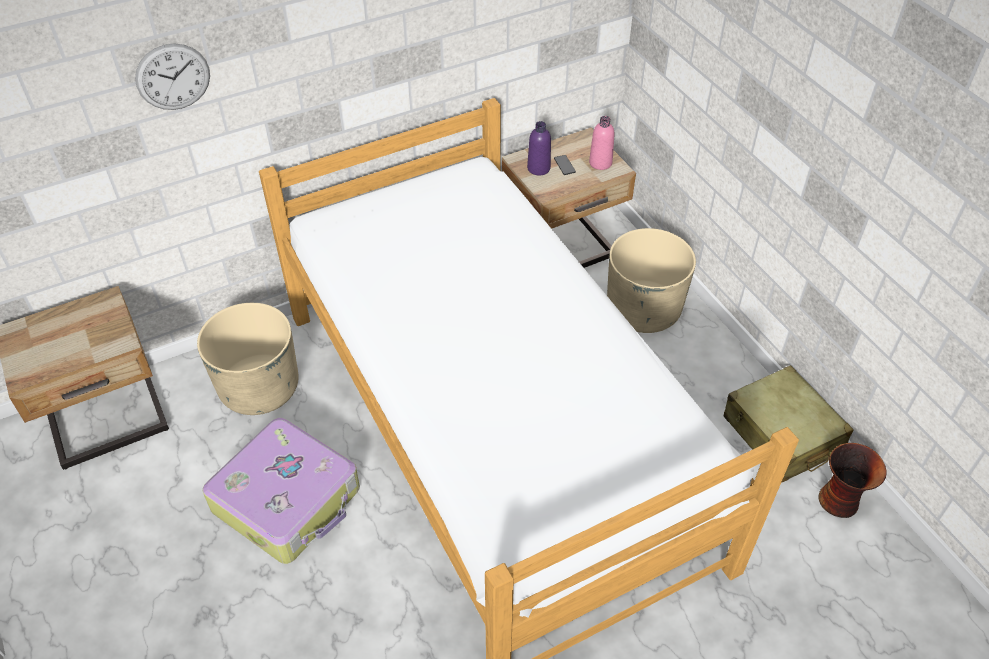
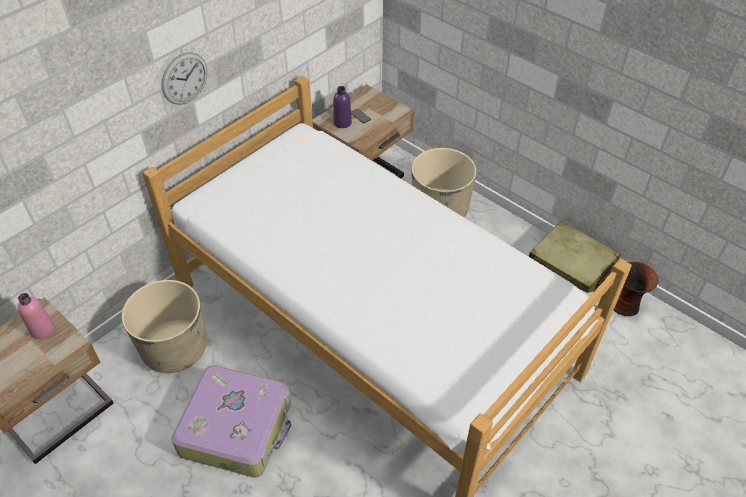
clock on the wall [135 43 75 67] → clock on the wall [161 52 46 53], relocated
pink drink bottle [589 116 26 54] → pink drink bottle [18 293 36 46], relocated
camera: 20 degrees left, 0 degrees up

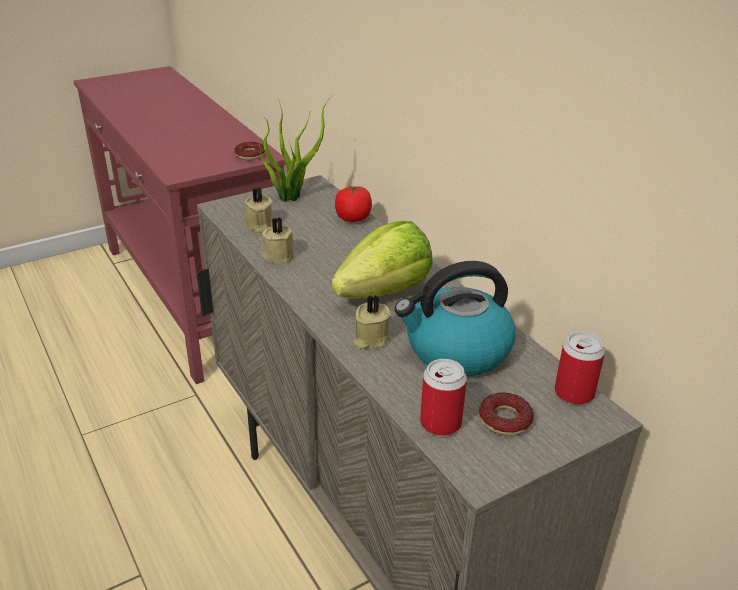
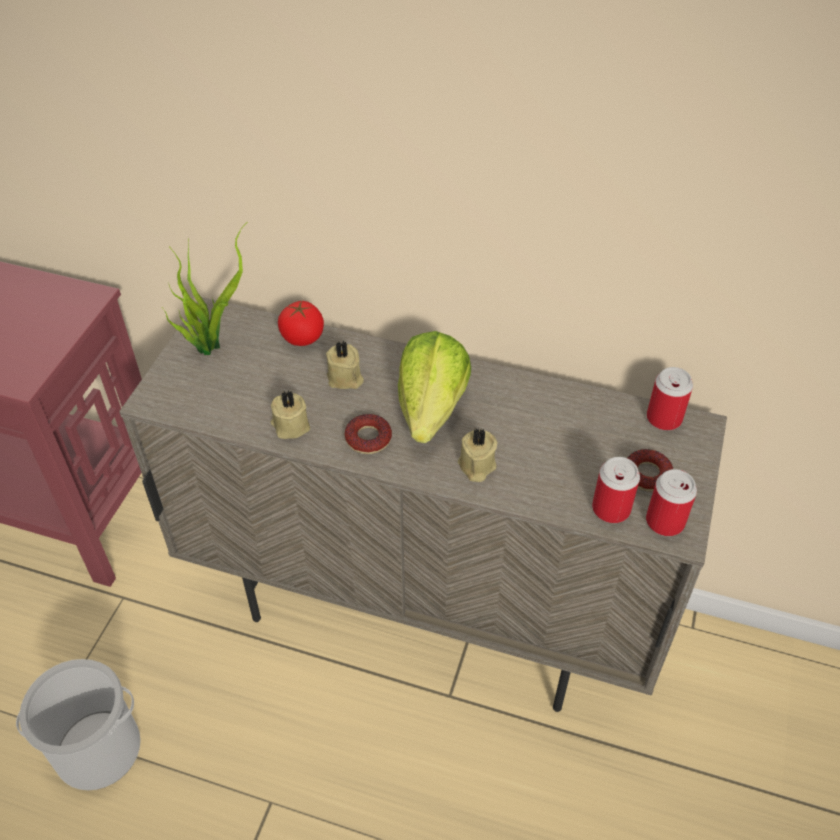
ring doughnut [234 142 31 18] → ring doughnut [344 414 48 40], relocated
sand-coloured wax candle [244 188 29 45] → sand-coloured wax candle [326 341 38 48], relocated
kettle [394 261 122 115] → -
- → pail [16 659 125 131]
- → sealed can [646 469 51 67]
camera: 40 degrees left, 15 degrees up

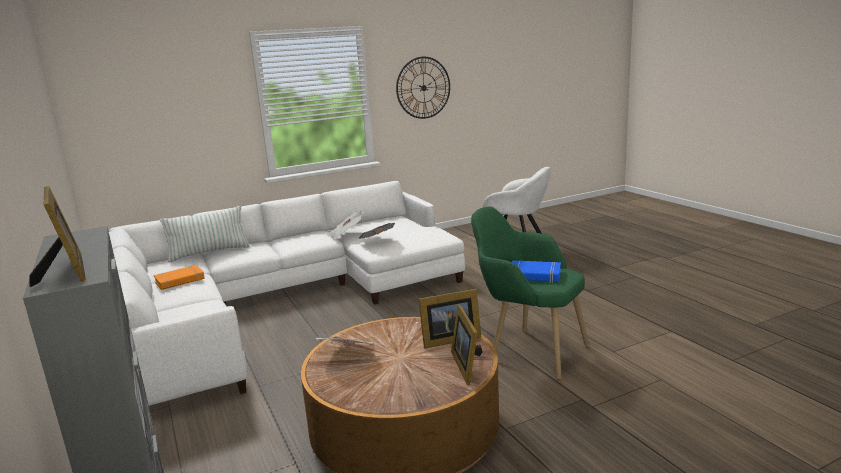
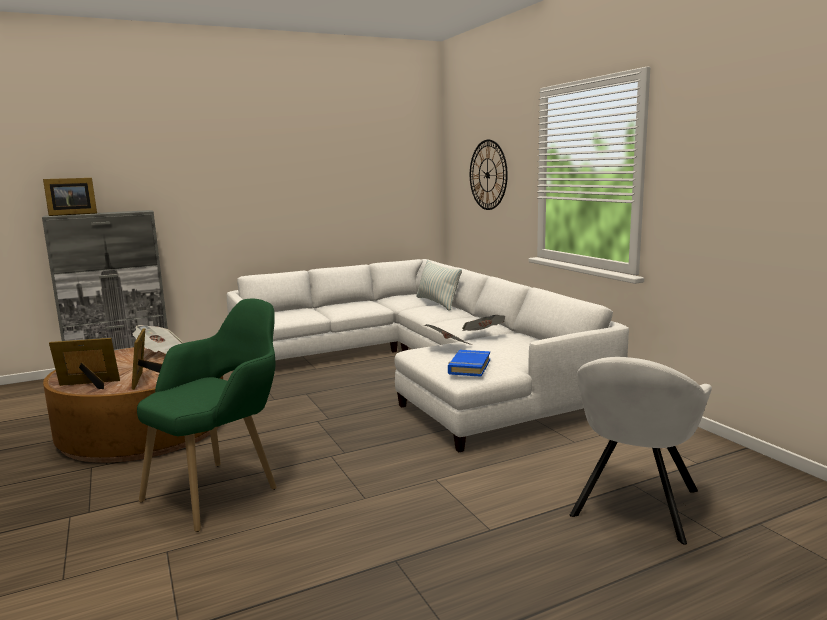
orange-coloured bound book [153 265 52 25] → -
clock on the wall [396 57 54 62] → clock on the wall [470 140 38 70], relocated
blue-coloured bound book [512 260 49 23] → blue-coloured bound book [448 350 42 27], relocated
camera: 90 degrees right, 5 degrees down

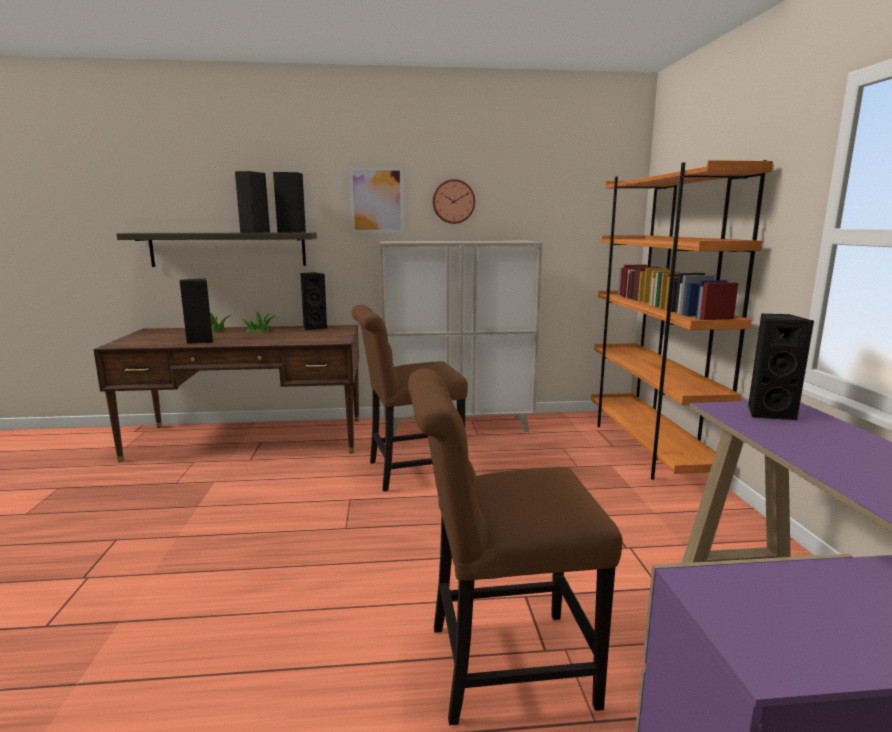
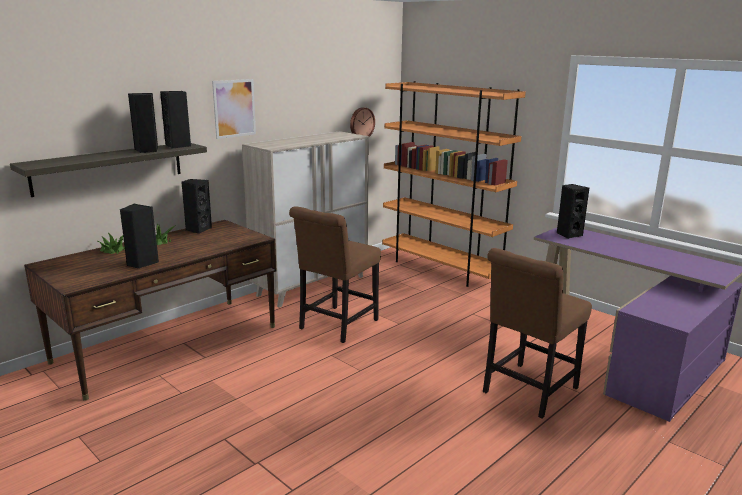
clock on the wall [433 179 42 45] → clock on the wall [350 107 25 30], relocated
camera: 40 degrees left, 5 degrees up

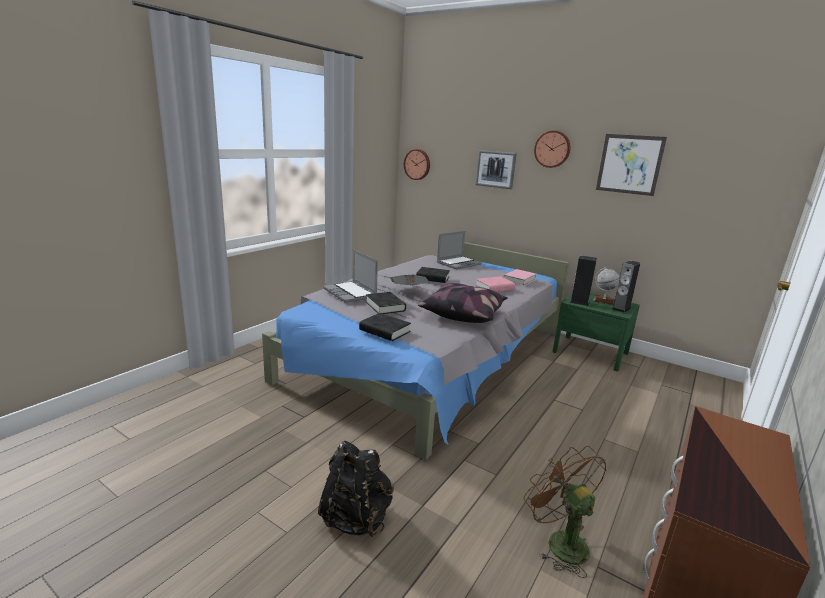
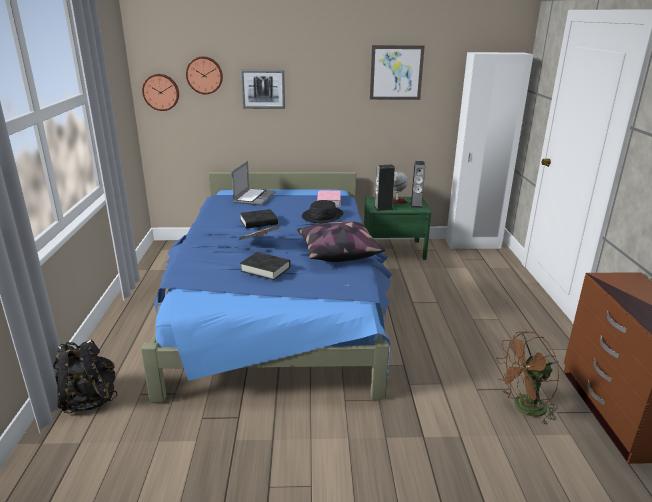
grey bedroom bed [262 238 307 222] → blue-coloured bedroom bed [141 172 252 231]
black rucksack [318 441 76 96] → black rucksack [53 339 65 75], relocated
portable computer [323 249 55 54] → -
black bound book [359 313 52 28] → -
pink bound book [475 276 40 16] → black wearable hat [302 200 41 23]
brownish electric fan [523 446 83 132] → brownish electric fan [496 331 63 95], 45 degrees counterclockwise
clock on the wall [534 131 37 37] → clock on the wall [186 57 37 37], relocated
- → white-coloured armoire [446 52 87 197]
camera: 35 degrees left, 5 degrees up

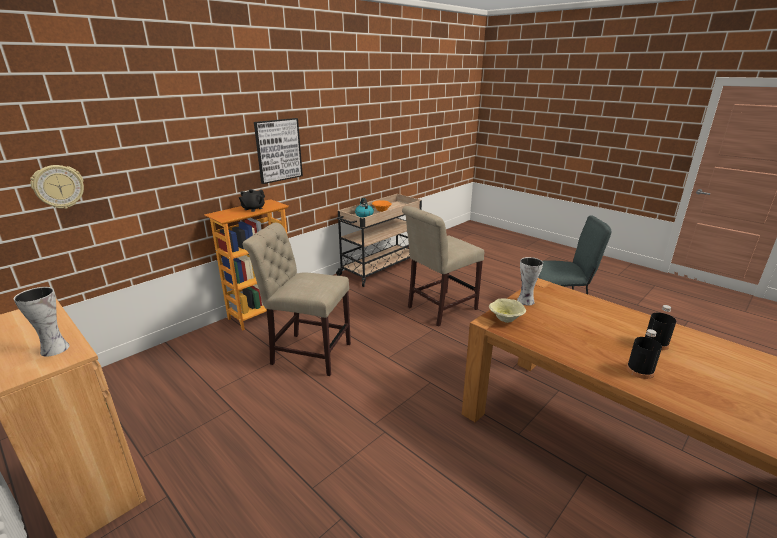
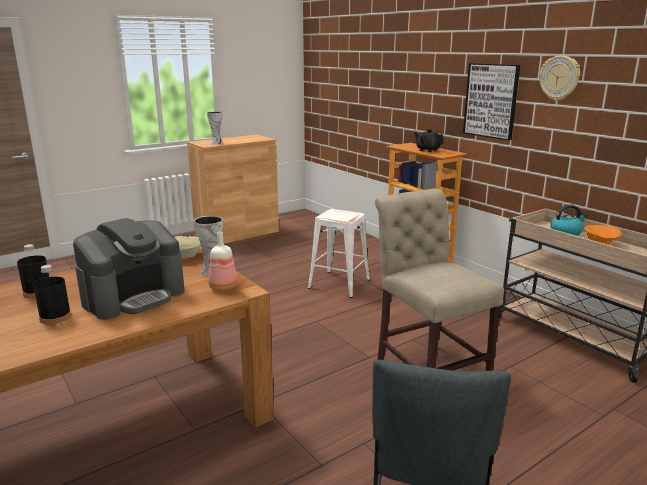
clock on the wall [30 165 54 44] → clock on the wall [540 55 40 46], relocated
sand-coloured chair [243 223 108 153] → white-coloured sitting stool [308 209 62 89]
- → coffee machine [73 218 111 102]
- → drink bottle [208 232 29 59]
camera: 100 degrees right, 5 degrees down

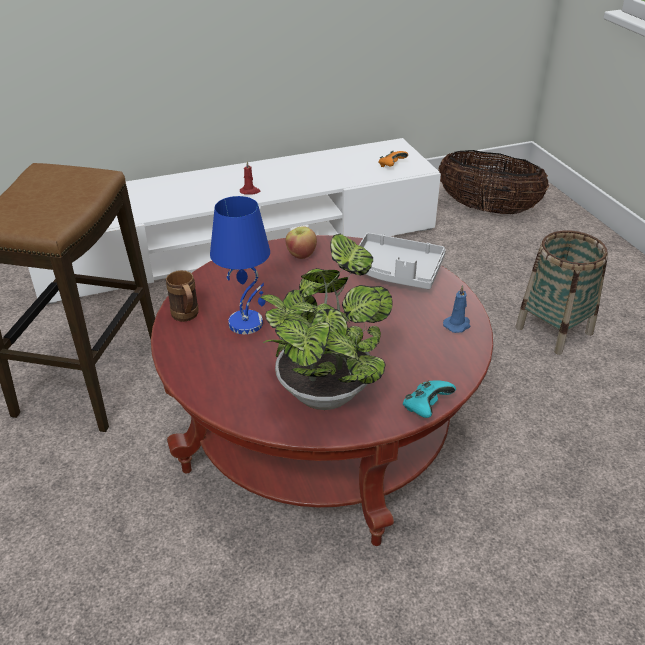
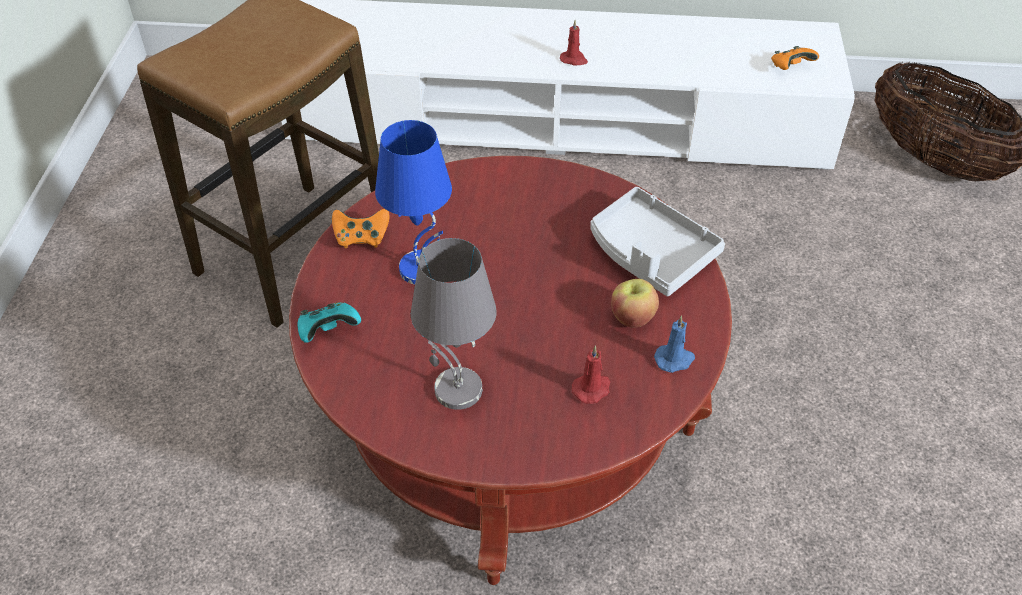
brownish coffee mug [166 270 33 52] → orange-coloured joypad [332 209 57 39]
houseplant [260 234 133 176] → grey table lamp [411 238 86 172]
apple fruit [285 227 32 32] → apple fruit [611 279 48 49], relocated
blue-green joypad [403 380 53 38] → blue-green joypad [297 302 64 41], relocated
basket [515 231 93 124] → -
- → red wax candle [572 345 38 59]
camera: 25 degrees right, 10 degrees up

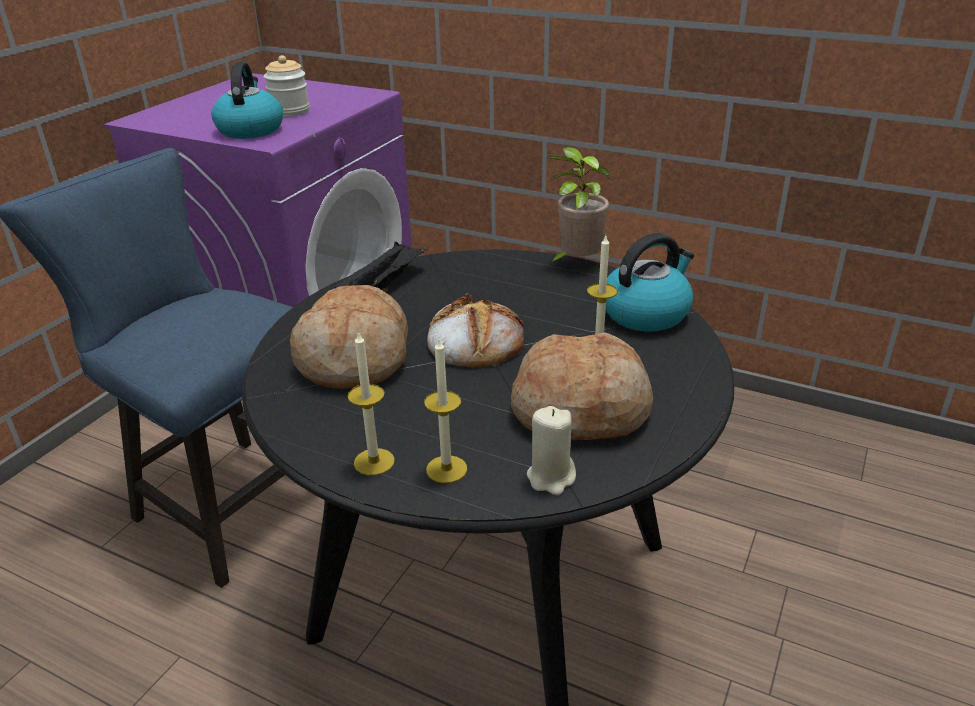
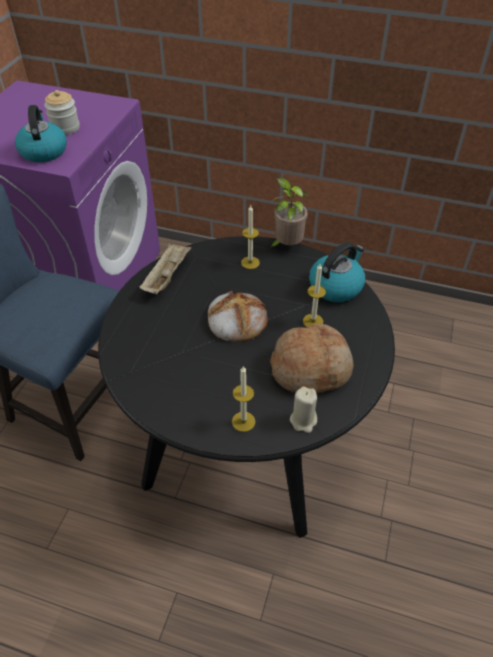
bread [290 285 118 104] → -
black tray [334 241 94 51] → sand-coloured tray [139 243 53 51]
wax candle [348 331 47 144] → wax candle [241 206 19 63], relocated
camera: 10 degrees left, 15 degrees up

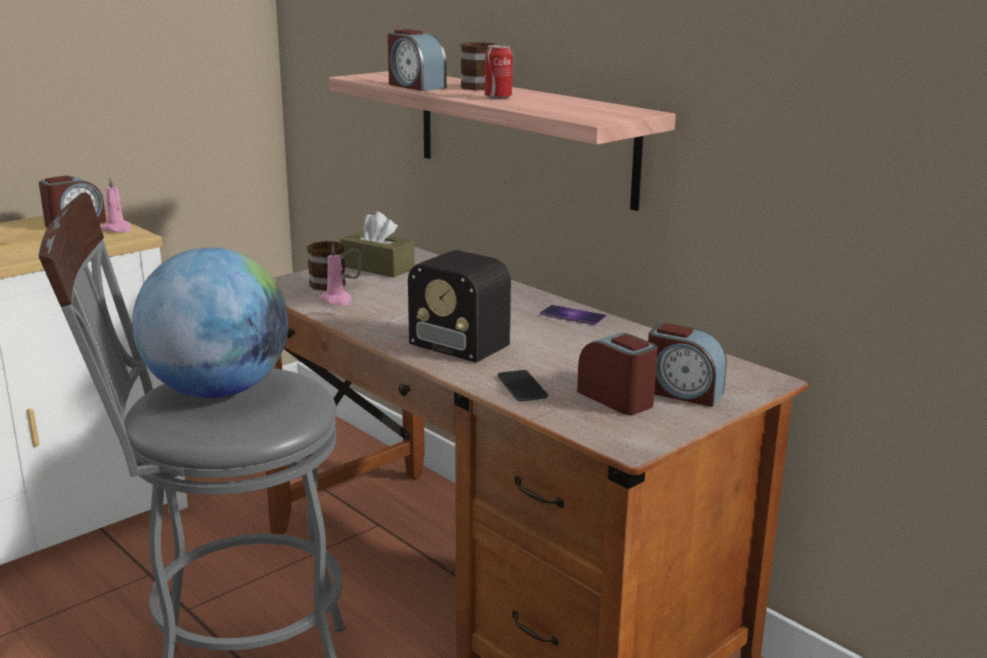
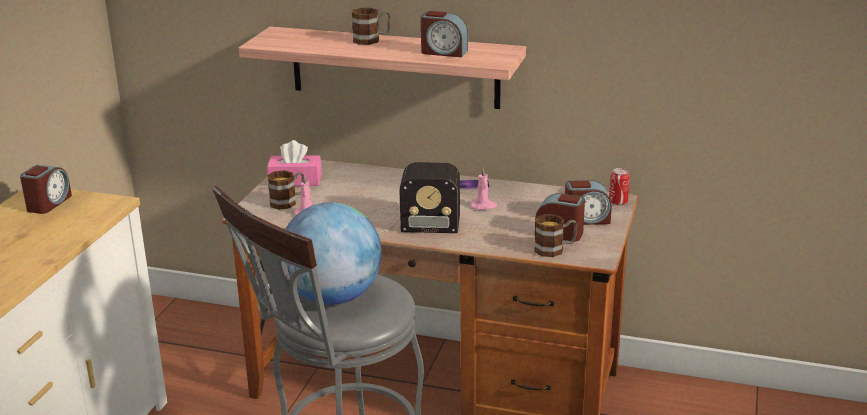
pink wax candle [101 176 31 56] → pink wax candle [471 168 26 42], relocated
brownish tissue holder [340 212 74 65] → pink tissue holder [267 140 55 46]
table clock [388 29 59 62] → table clock [421 11 47 46], relocated
sealed can [485 45 27 54] → sealed can [609 168 21 37], relocated
telephone [497 370 51 31] → -
- → coffee mug [534 214 43 43]
camera: 30 degrees left, 5 degrees up

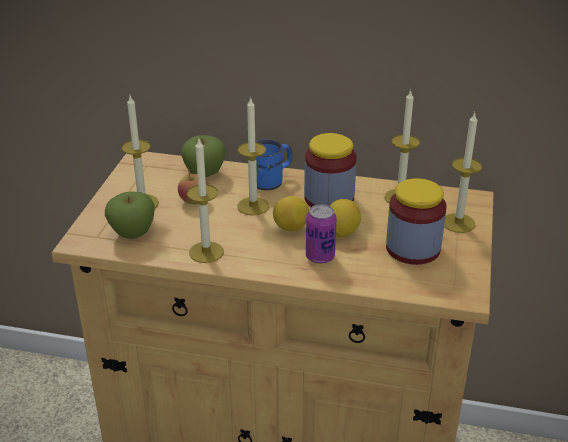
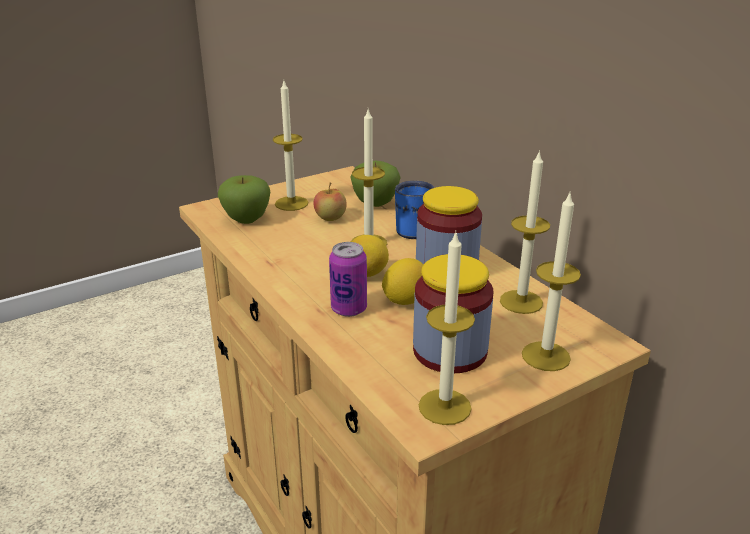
wax candle [187 139 37 124] → wax candle [419 230 56 195], relocated
camera: 45 degrees right, 5 degrees down

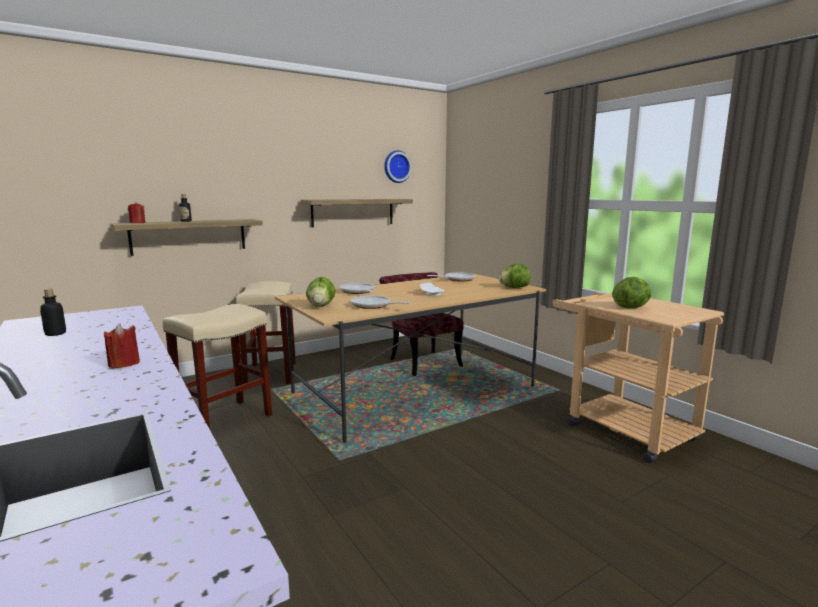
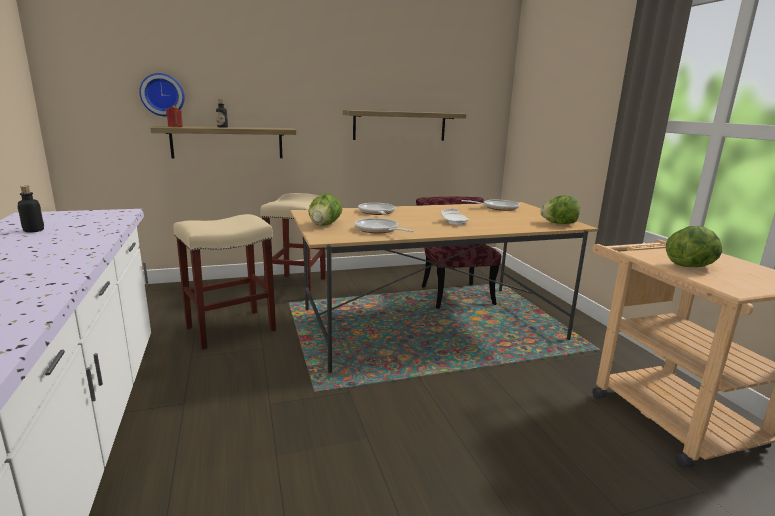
red wax candle [104 324 36 44] → -
clock on the wall [384 150 28 33] → clock on the wall [139 73 46 43], relocated
camera: 15 degrees right, 5 degrees up

